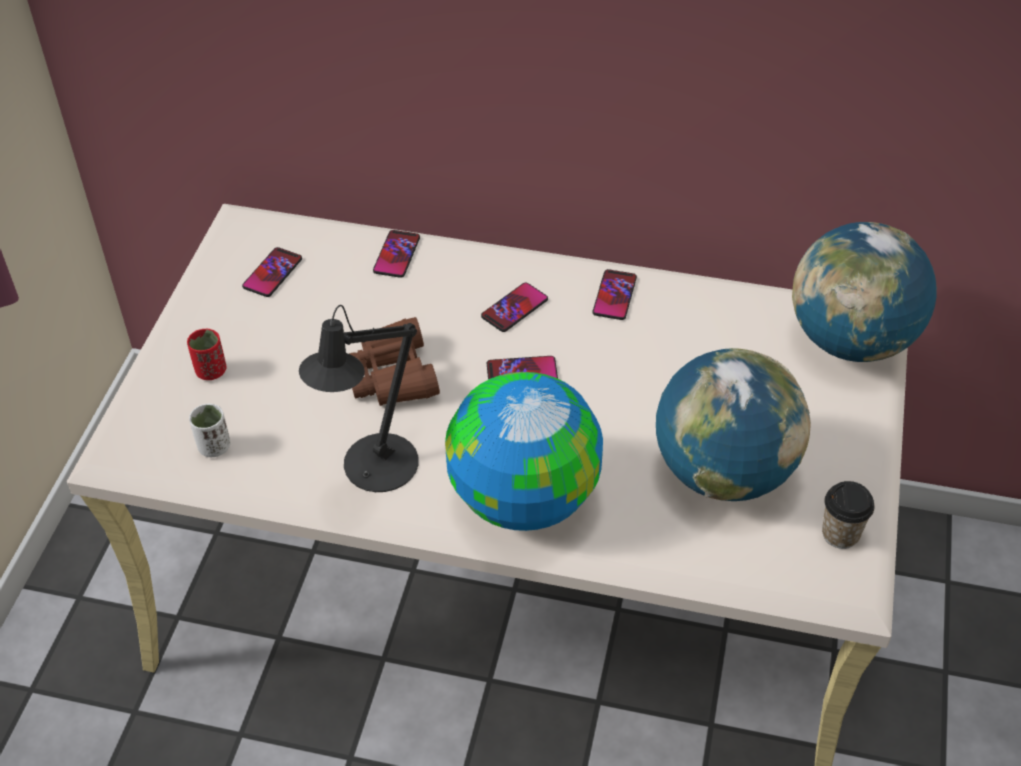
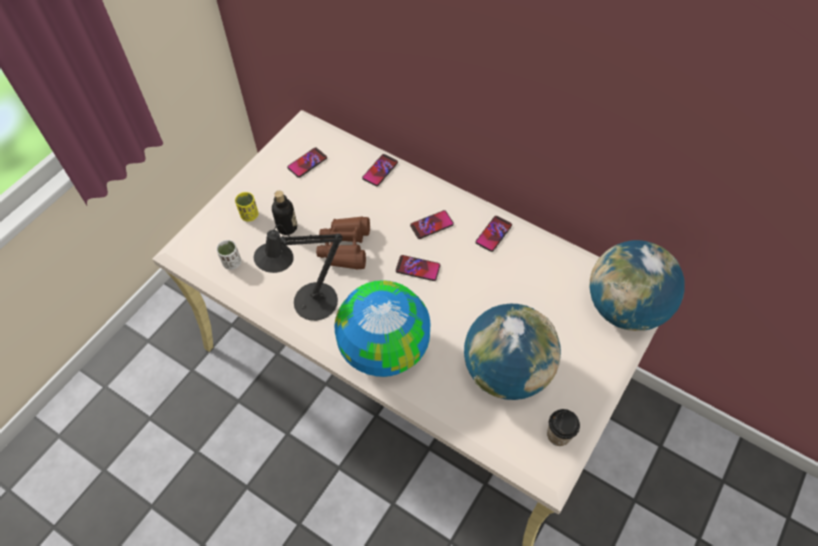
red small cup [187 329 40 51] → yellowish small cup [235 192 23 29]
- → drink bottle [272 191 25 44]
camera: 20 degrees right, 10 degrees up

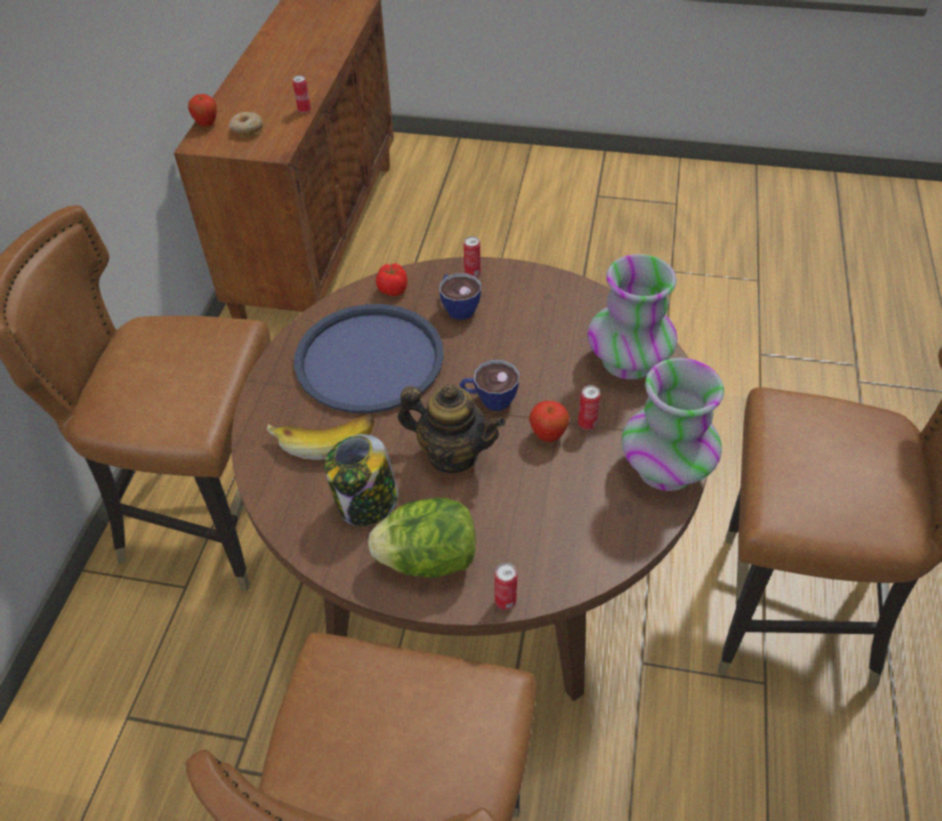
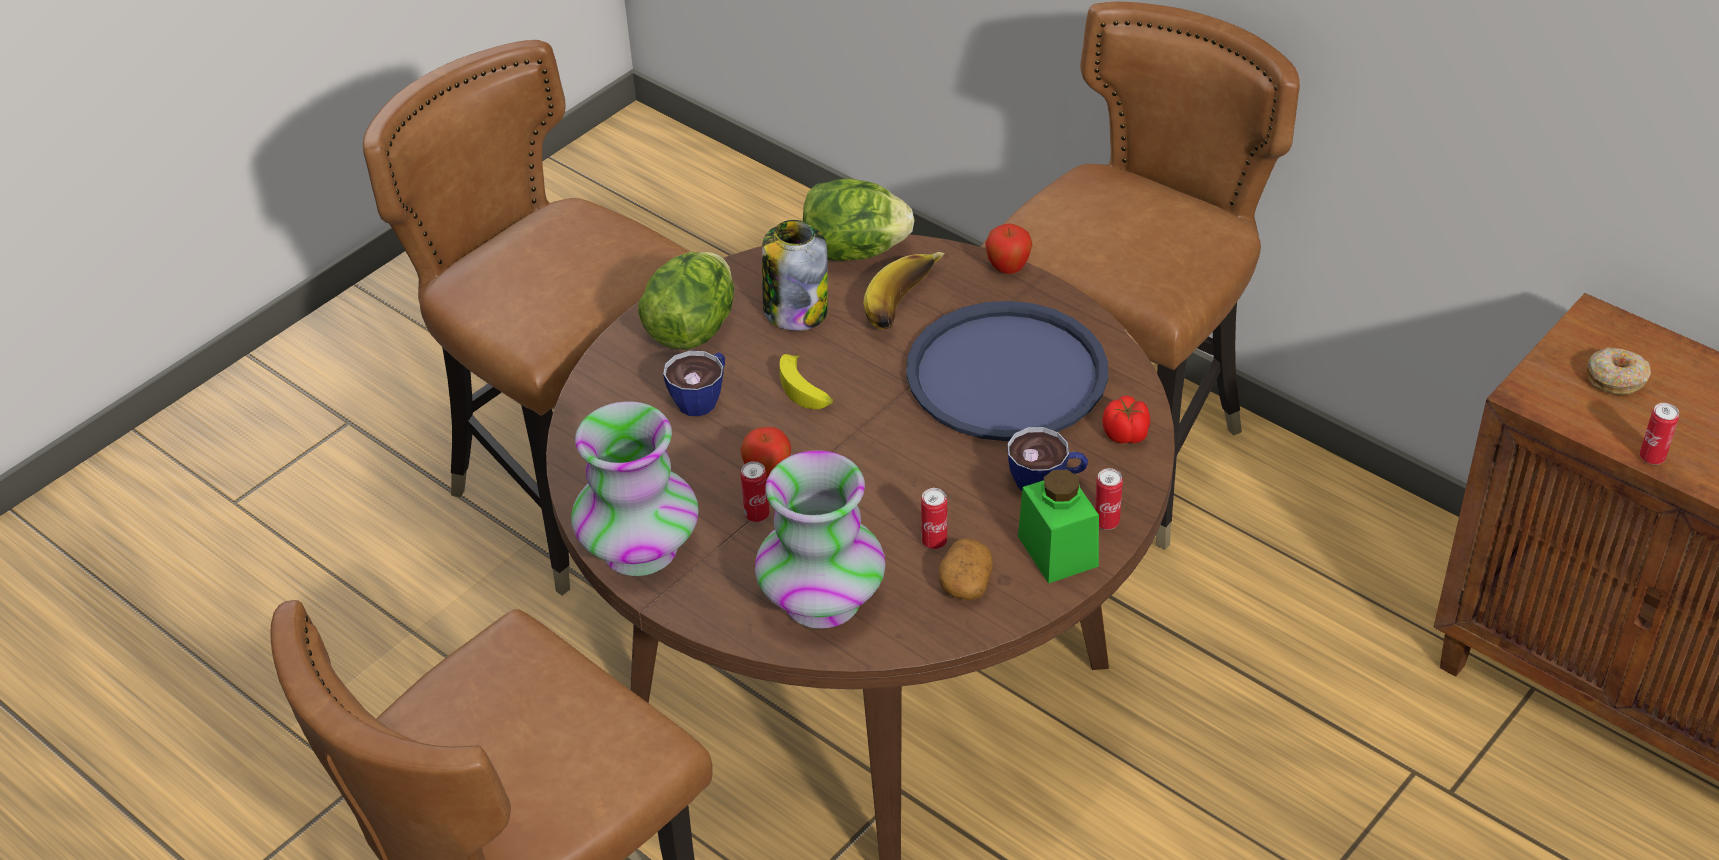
apple fruit [188 94 29 33] → apple fruit [985 223 47 51], relocated
tea pot [398 384 107 89] → whole banana [779 353 55 56]
small cup [460 360 59 51] → small cup [663 351 62 65], relocated
sealed can [495 563 22 46] → sealed can [921 488 26 61], relocated
- → head of lettuce [803 178 112 83]
- → potato [939 538 54 62]
- → greenish preserve jar [1018 470 81 114]
camera: 120 degrees right, 5 degrees down

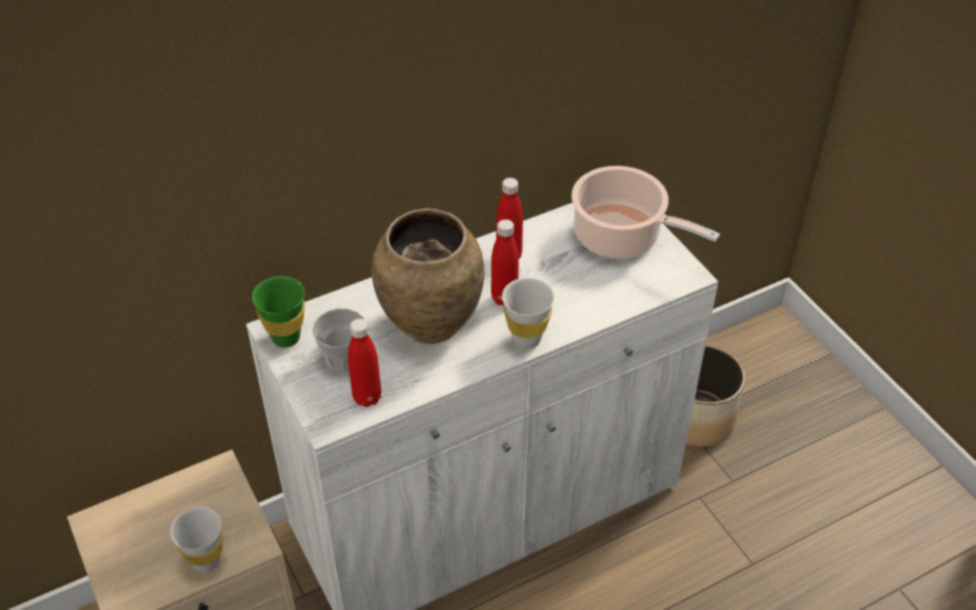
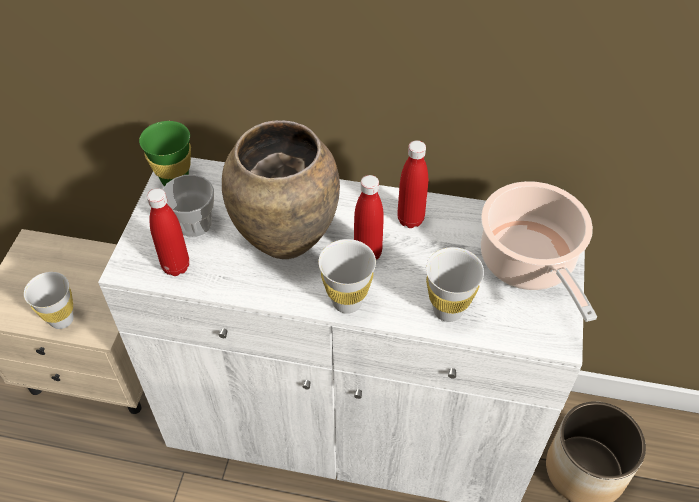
- → white-coloured small cup [426 247 58 75]
camera: 40 degrees right, 5 degrees up

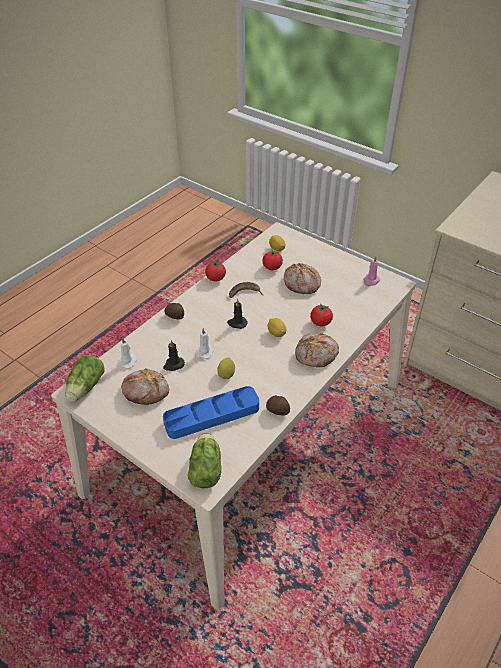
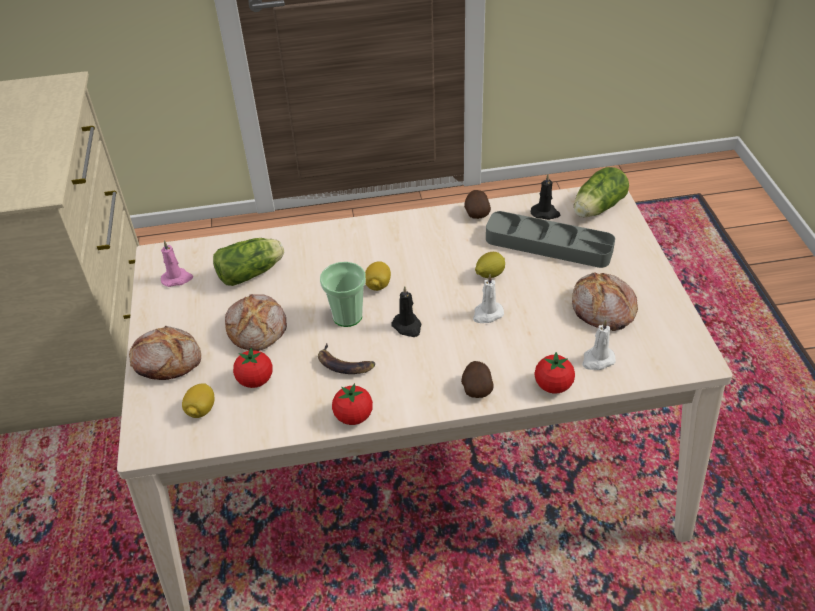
head of lettuce [65 355 40 46] → head of lettuce [213 238 71 48], relocated
black wax candle [163 340 22 31] → black wax candle [531 174 29 46], relocated
blue-coloured tray [163 386 96 53] → grey tray [486 211 129 57]
bread [295 333 44 34] → bread [129 326 72 54], relocated
tomato [310 303 23 24] → tomato [535 352 40 42], relocated
- → small cup [320 262 46 65]
camera: 135 degrees left, 0 degrees up

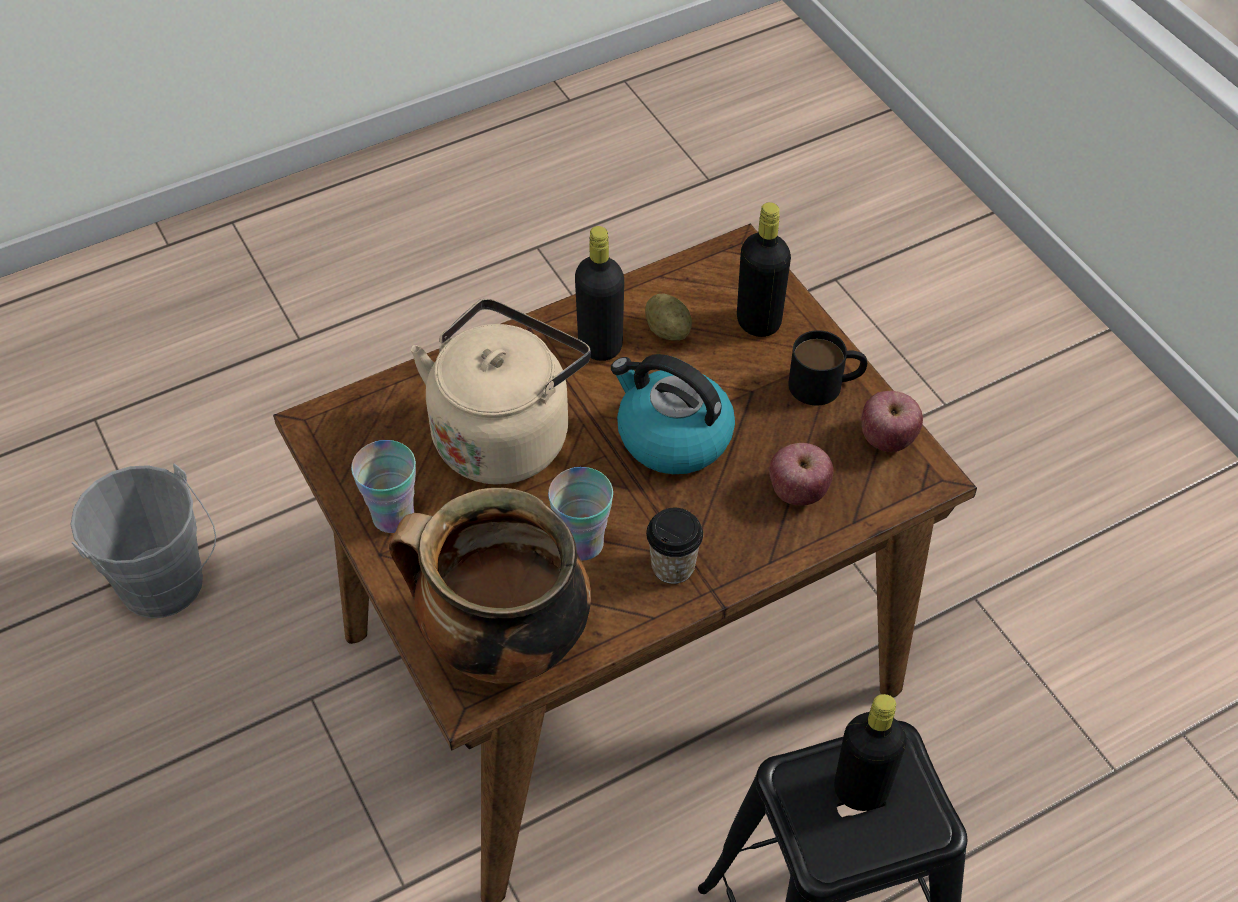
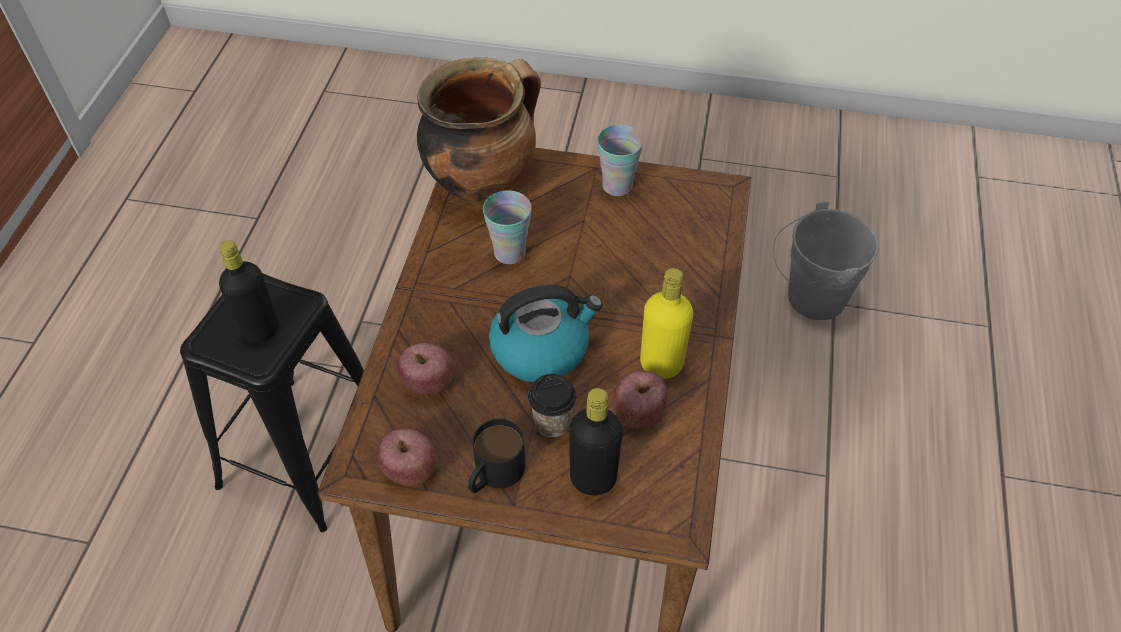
sand-coloured kettle [410 299 181 185] → -
black drink bottle [575 226 49 135] → yellowish drink bottle [640 268 53 111]
potato [645 293 47 48] → apple fruit [613 371 55 57]
small cup [646 508 57 76] → small cup [528 374 48 63], relocated
camera: 130 degrees right, 0 degrees up

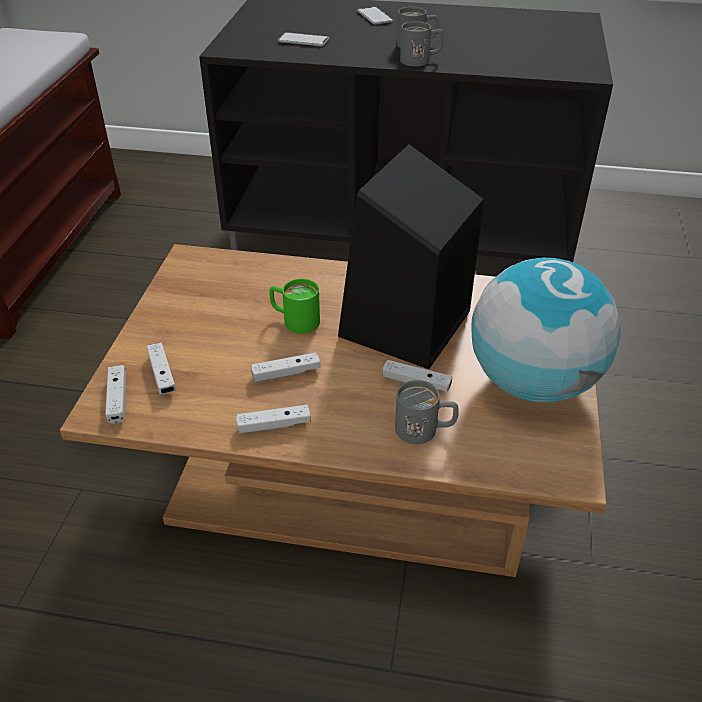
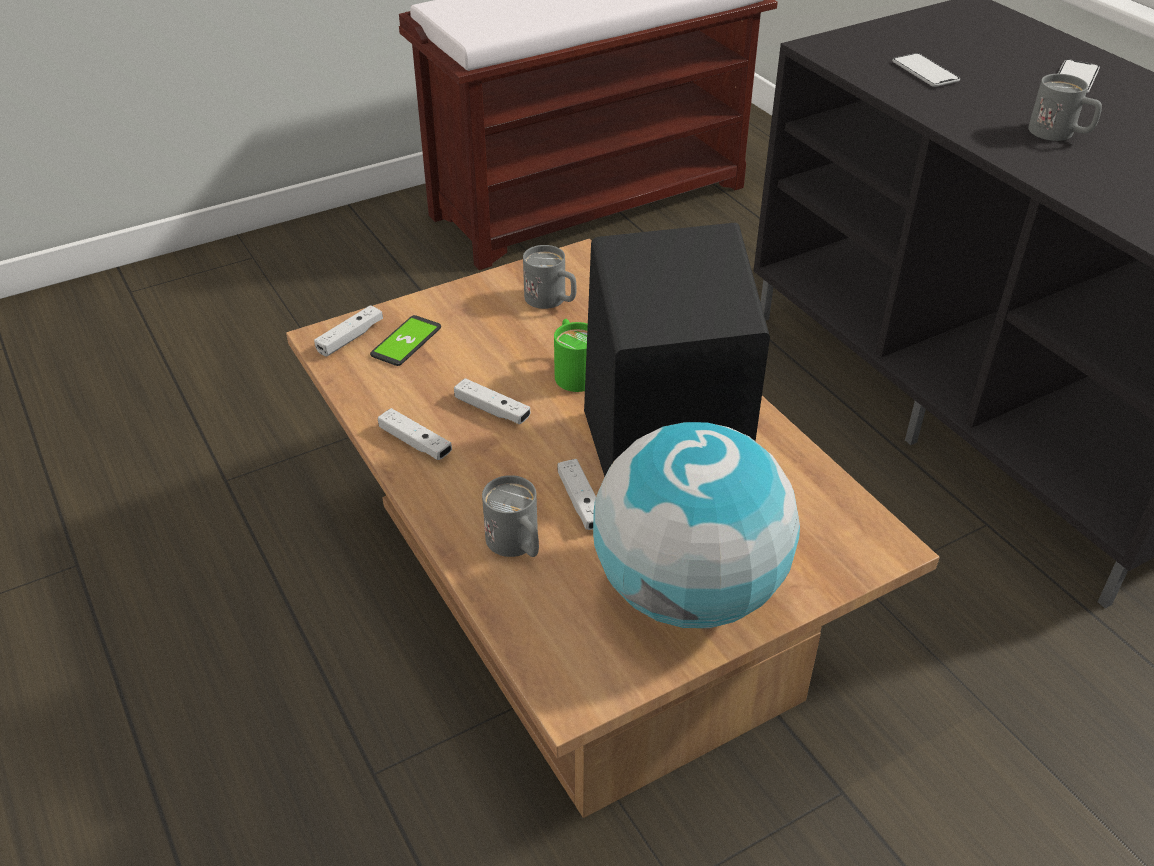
white-coloured joypad [146 343 30 51] → telephone [370 315 71 51]
grey coffee mug [400 21 44 46] → grey coffee mug [523 245 54 64], relocated
camera: 50 degrees right, 0 degrees up

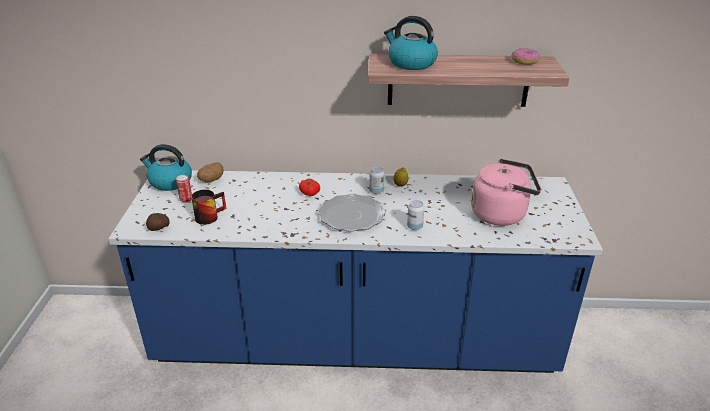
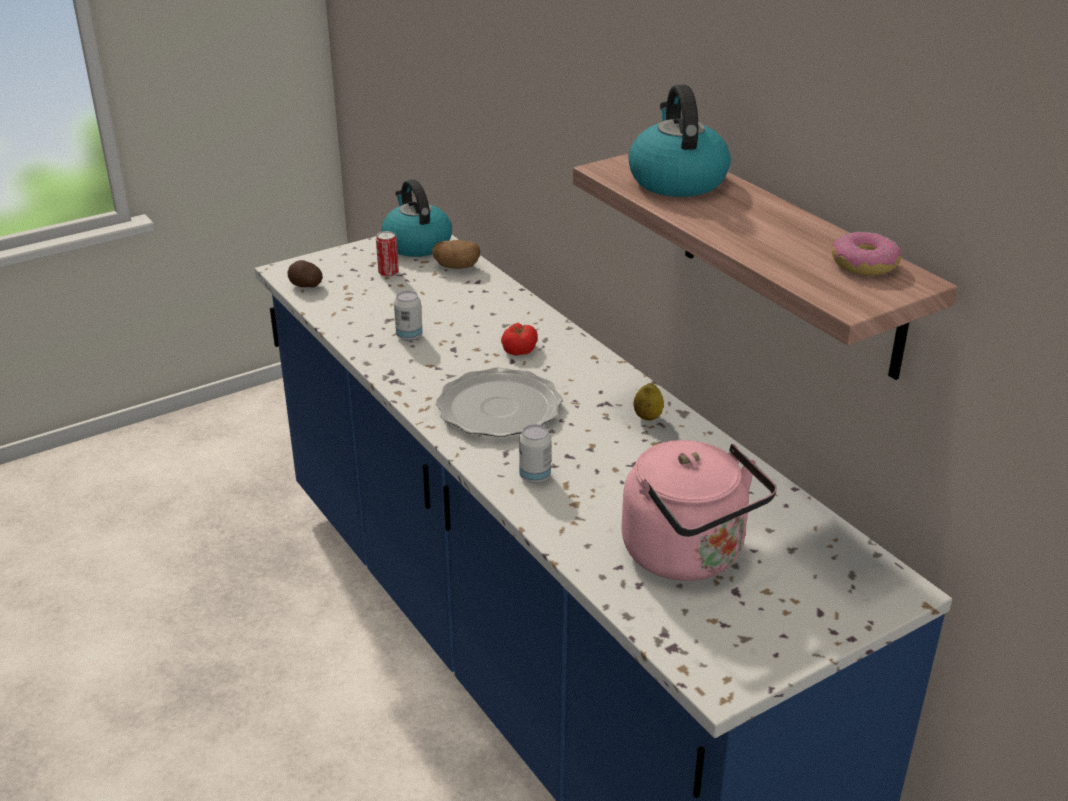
coffee mug [191 190 36 35] → -
sealed can [369 167 15 27] → sealed can [394 291 29 50], relocated
camera: 55 degrees right, 0 degrees up

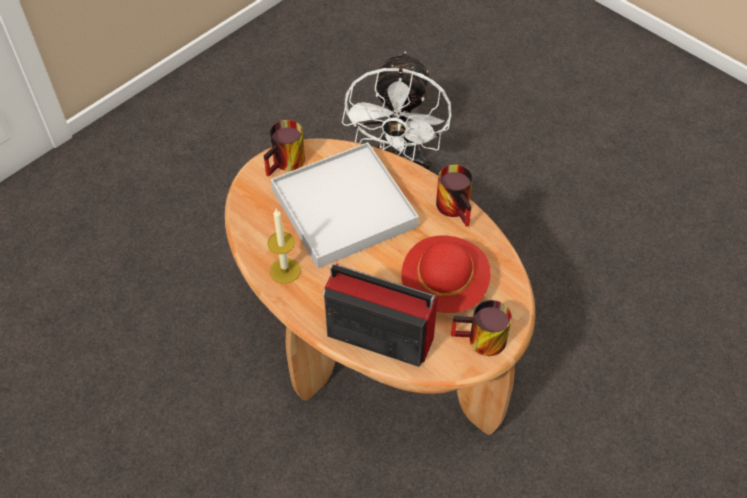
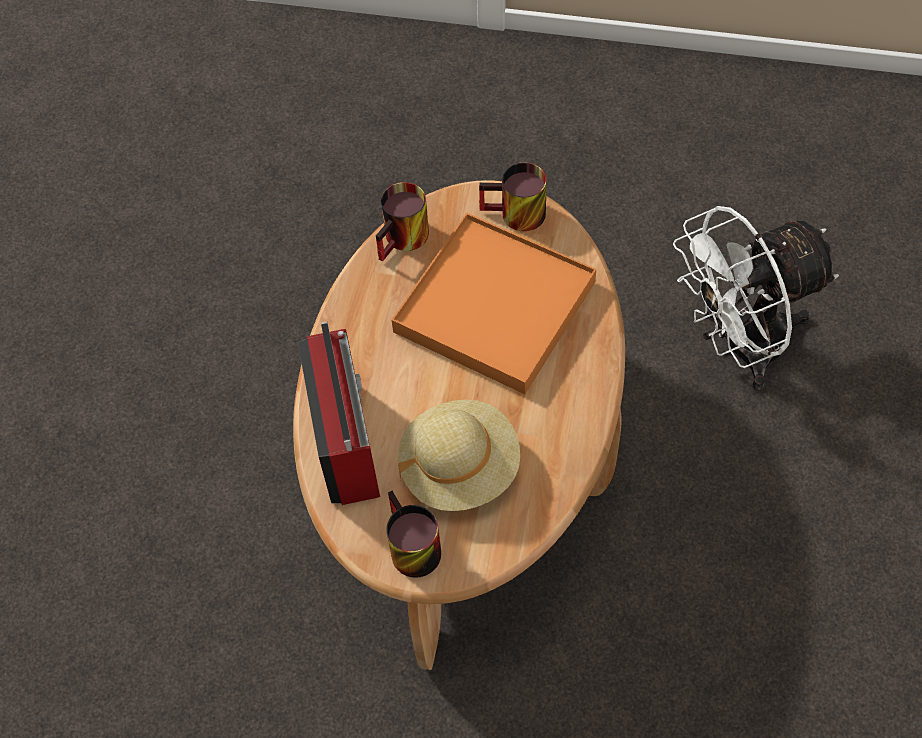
wax candle [267 208 34 76] → -
white-coloured tray [271 142 148 126] → orange-coloured tray [391 213 205 181]
red wearable hat [401 236 90 77] → sand-coloured wearable hat [398 400 122 111]
coffee mug [436 164 37 63] → coffee mug [376 182 53 79], relocated
camera: 60 degrees right, 5 degrees up

